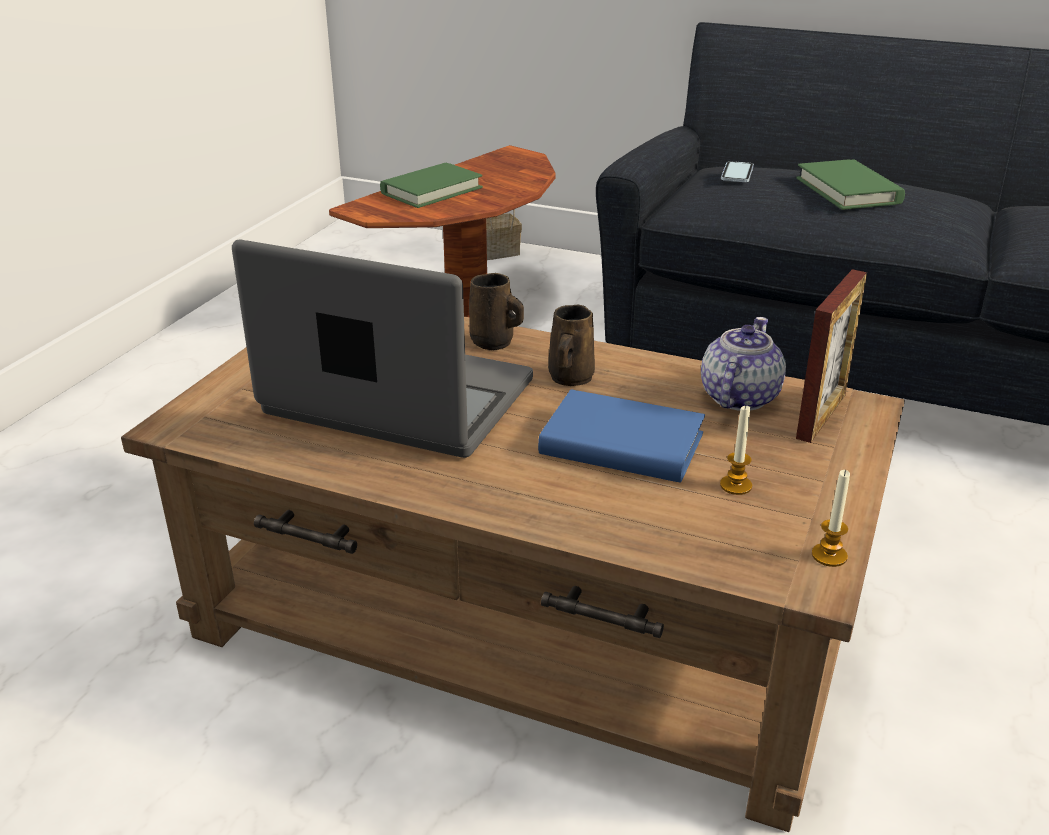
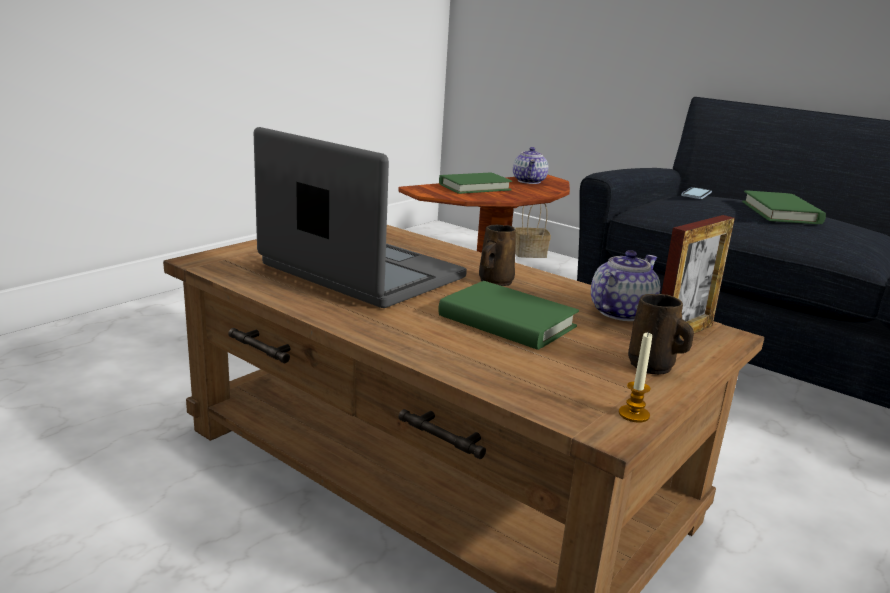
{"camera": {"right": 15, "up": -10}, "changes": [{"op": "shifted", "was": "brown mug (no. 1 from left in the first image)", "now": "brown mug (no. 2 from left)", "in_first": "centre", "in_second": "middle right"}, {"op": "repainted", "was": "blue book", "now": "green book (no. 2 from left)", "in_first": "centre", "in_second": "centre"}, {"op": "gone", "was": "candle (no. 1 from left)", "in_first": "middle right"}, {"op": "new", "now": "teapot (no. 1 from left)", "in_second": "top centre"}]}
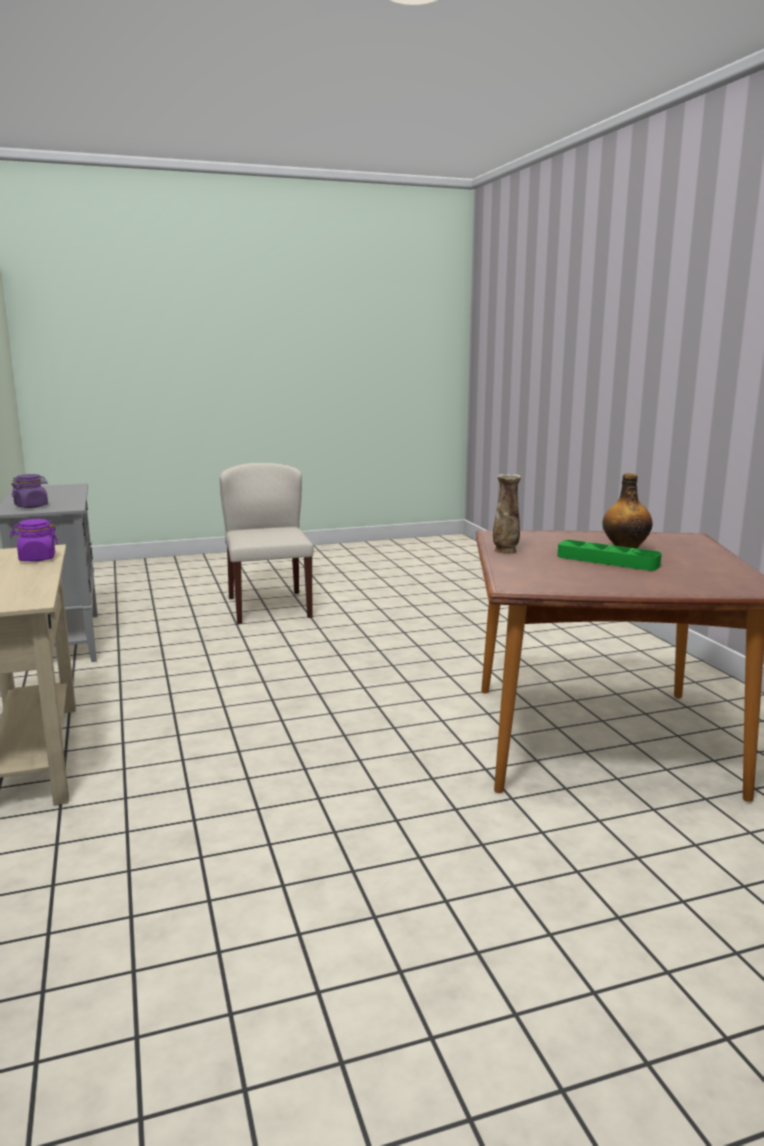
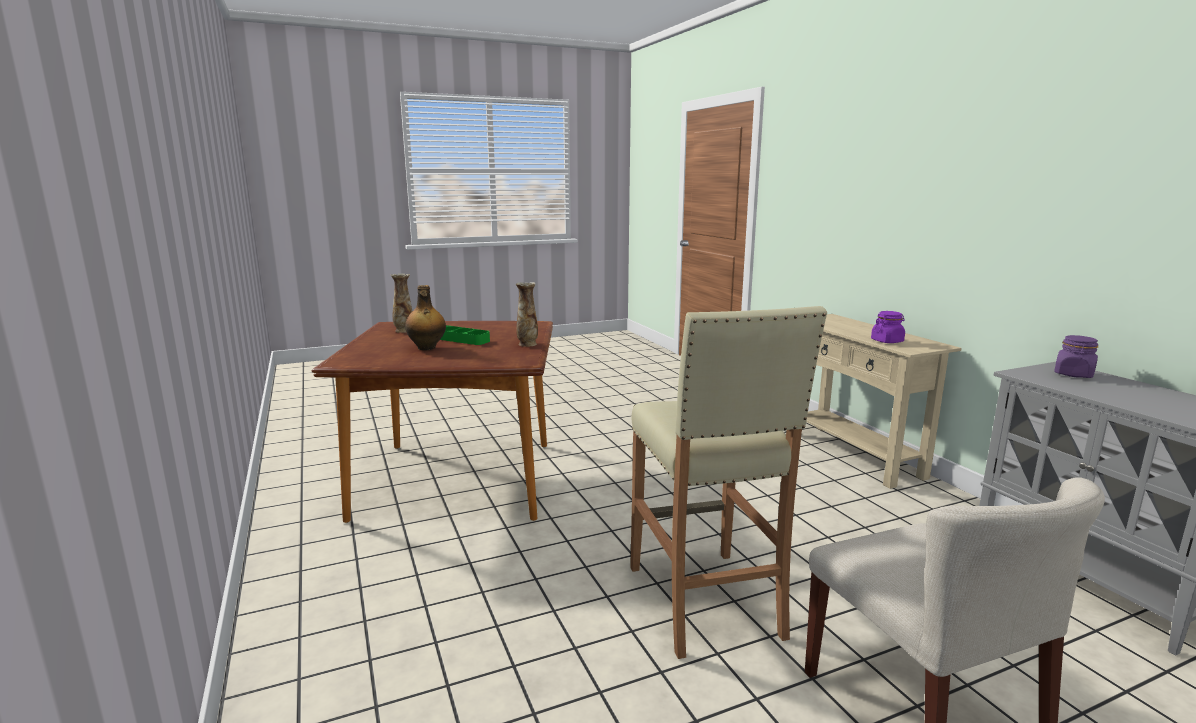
{"camera": {"right": 175, "up": 0}, "changes": [{"op": "new", "now": "vase (no. 1 from left)", "in_second": "centre"}, {"op": "new", "now": "beige stool", "in_second": "bottom centre"}]}
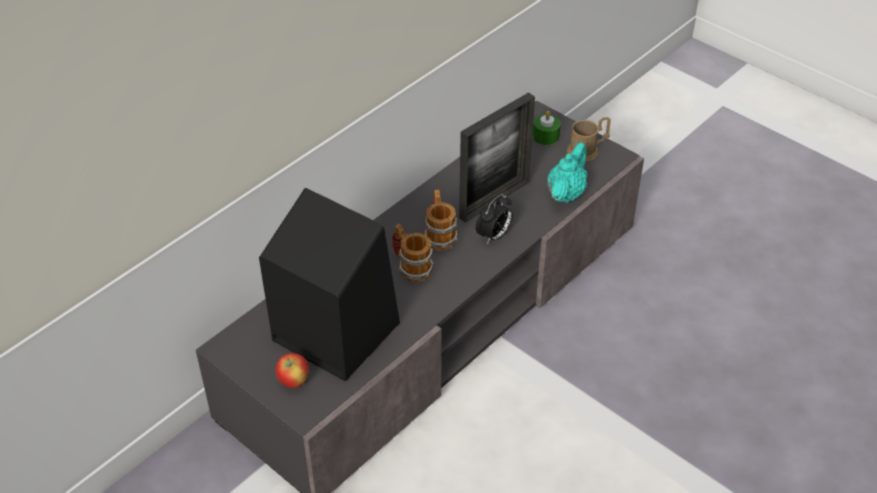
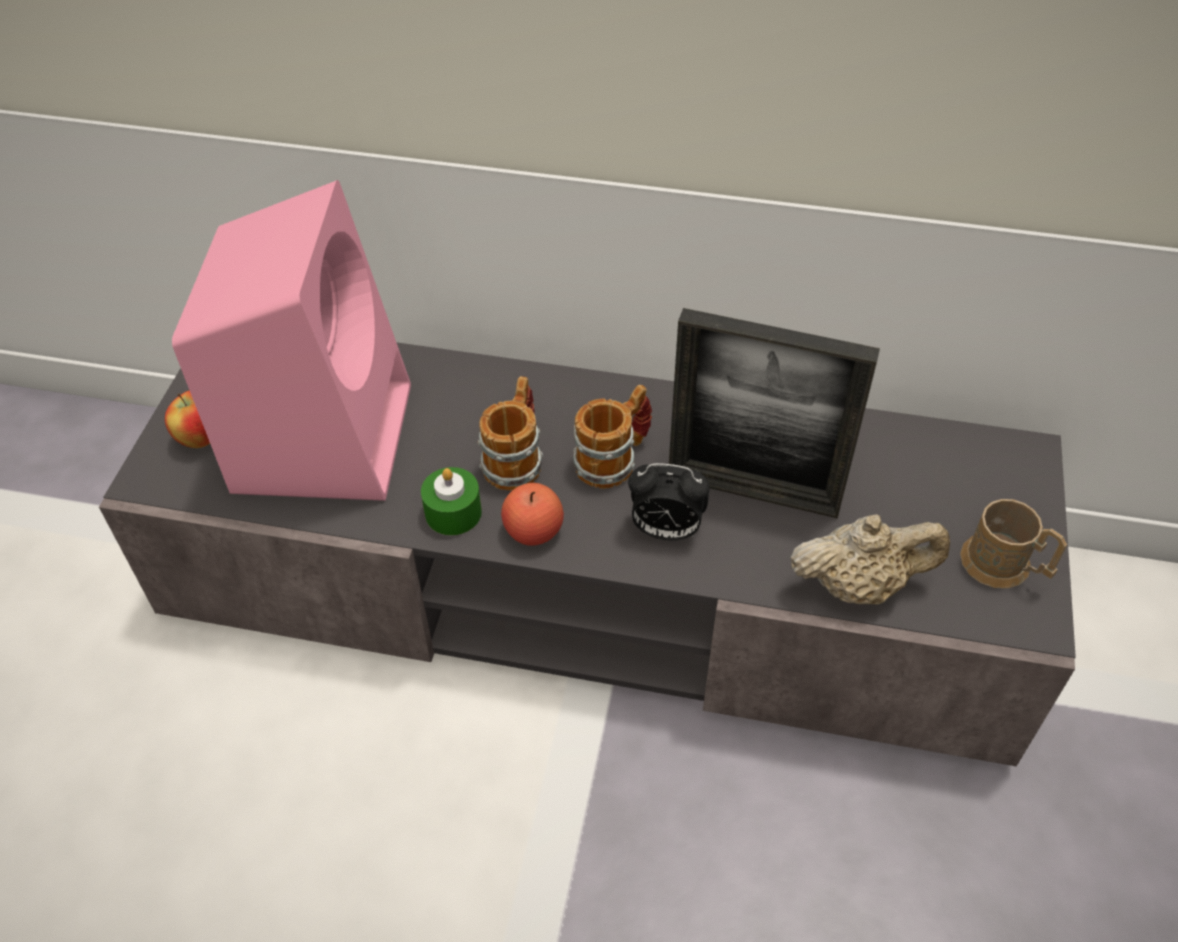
{"camera": {"right": 60, "up": 5}, "changes": [{"op": "shifted", "was": "green candle", "in_first": "top centre", "in_second": "centre"}, {"op": "repainted", "was": "turquoise teapot", "now": "beige teapot", "in_first": "centre", "in_second": "middle right"}, {"op": "repainted", "was": "black speaker", "now": "pink speaker", "in_first": "centre", "in_second": "middle left"}, {"op": "new", "now": "apple (no. 2 from left)", "in_second": "centre"}]}
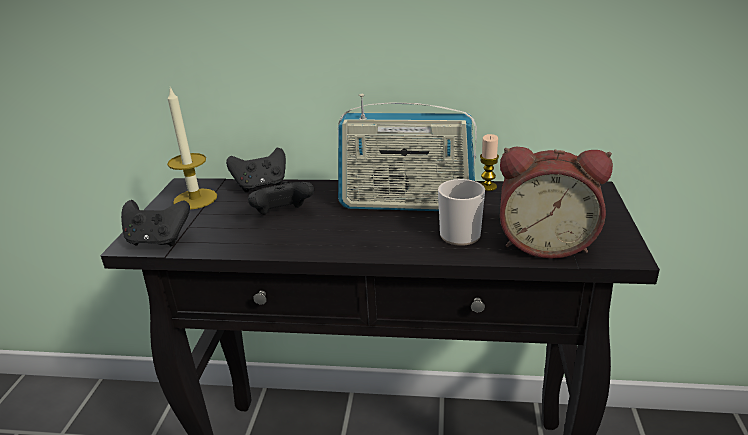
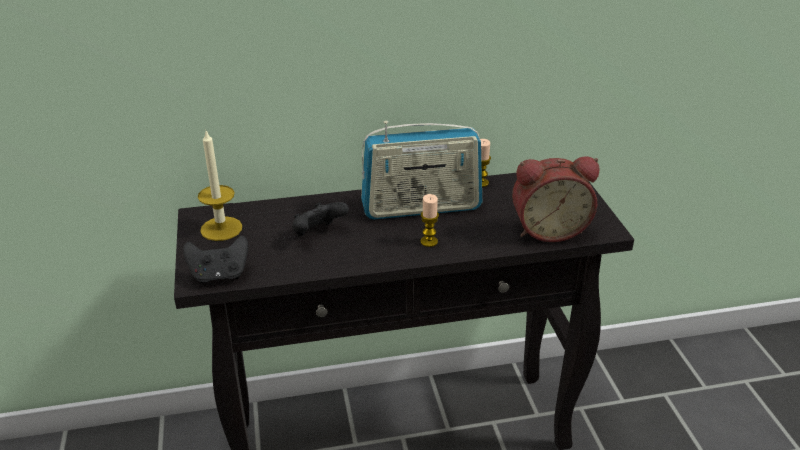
{"camera": {"right": -20, "up": 5}, "changes": [{"op": "gone", "was": "black game controller (no. 2 from left)", "in_first": "centre"}, {"op": "gone", "was": "mug", "in_first": "centre"}, {"op": "new", "now": "candle (no. 2 from left)", "in_second": "centre"}]}
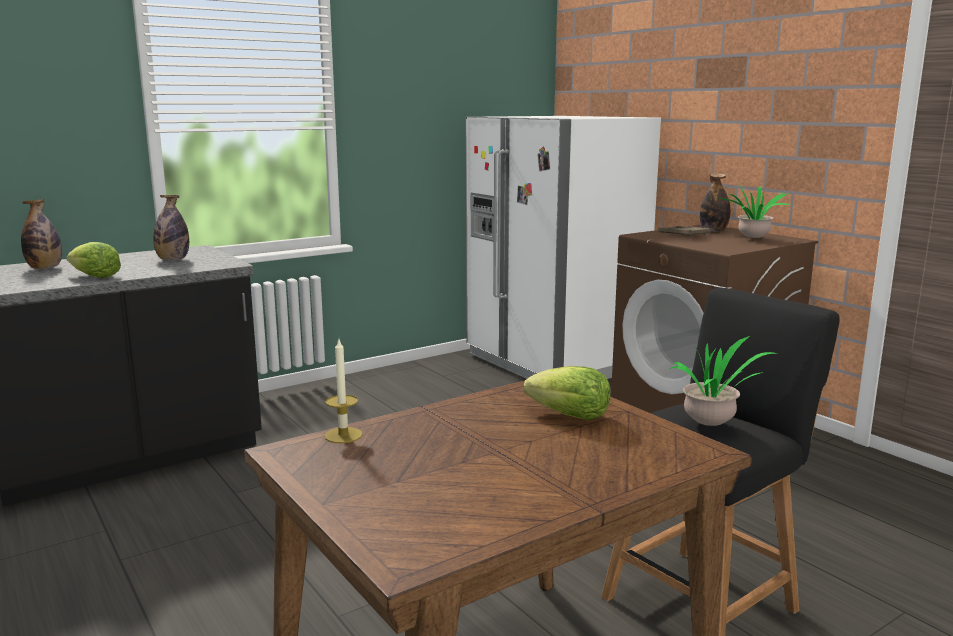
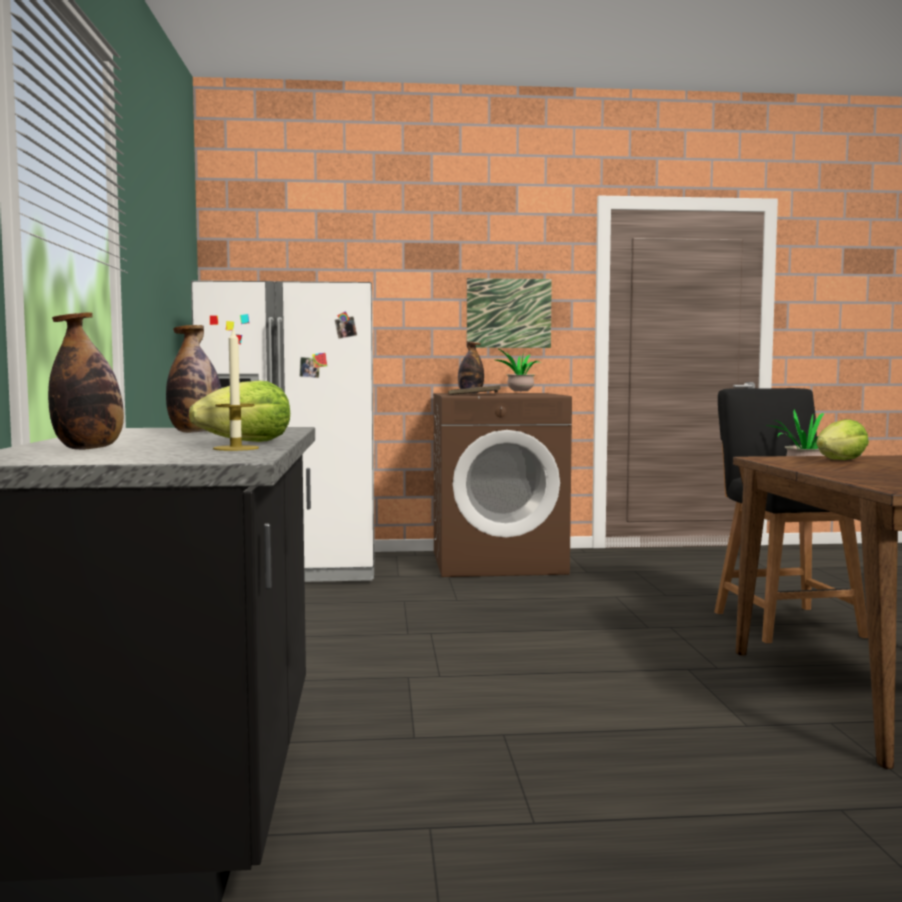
{"camera": {"right": -60, "up": -10}, "changes": [{"op": "shifted", "was": "candle", "in_first": "centre", "in_second": "middle left"}, {"op": "new", "now": "picture", "in_second": "centre"}]}
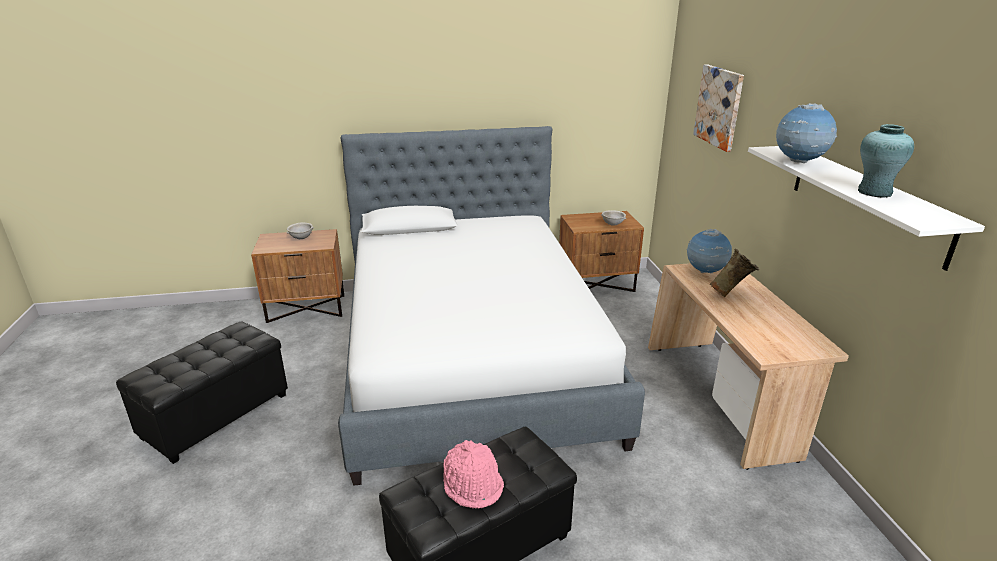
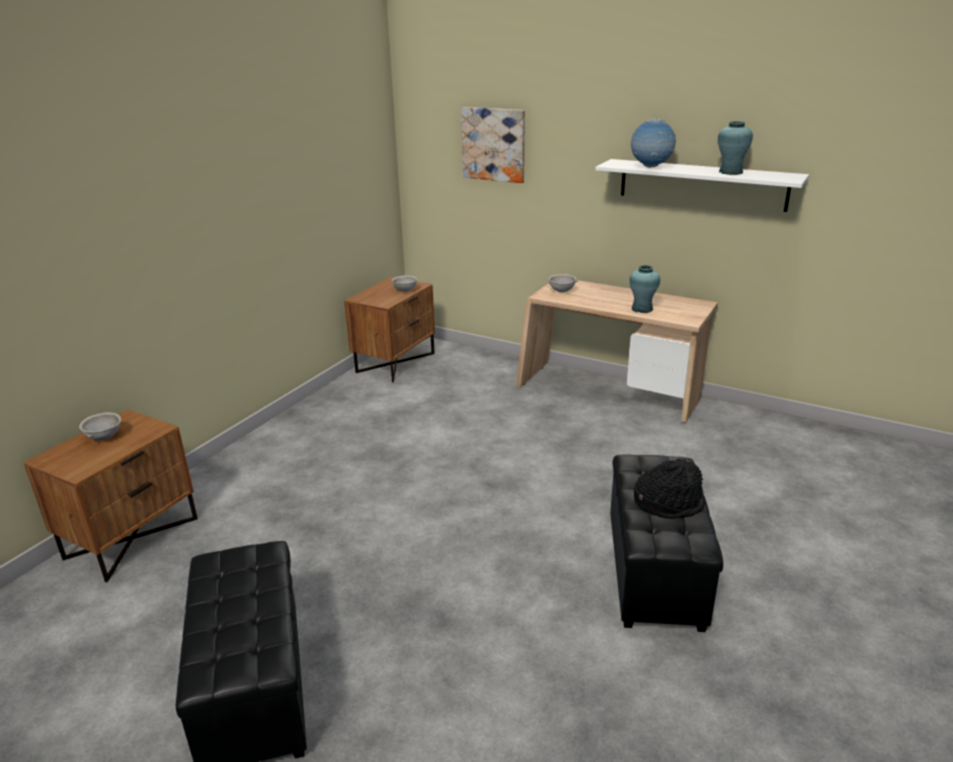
{"camera": {"right": -50, "up": 0}, "changes": [{"op": "gone", "was": "bed", "in_first": "centre"}, {"op": "swapped", "was": "globe (no. 1 from left)", "now": "grey bowl (no. 3 from left)", "in_first": "middle right", "in_second": "centre"}, {"op": "gone", "was": "beige vase", "in_first": "middle right"}, {"op": "repainted", "was": "pink hat", "now": "black hat", "in_first": "bottom centre", "in_second": "middle right"}, {"op": "new", "now": "turquoise vase (no. 1 from left)", "in_second": "middle right"}]}
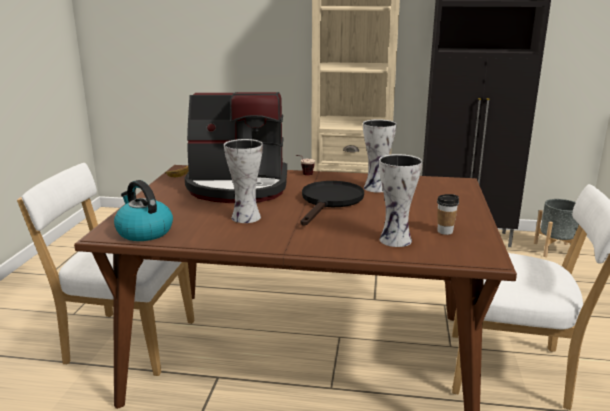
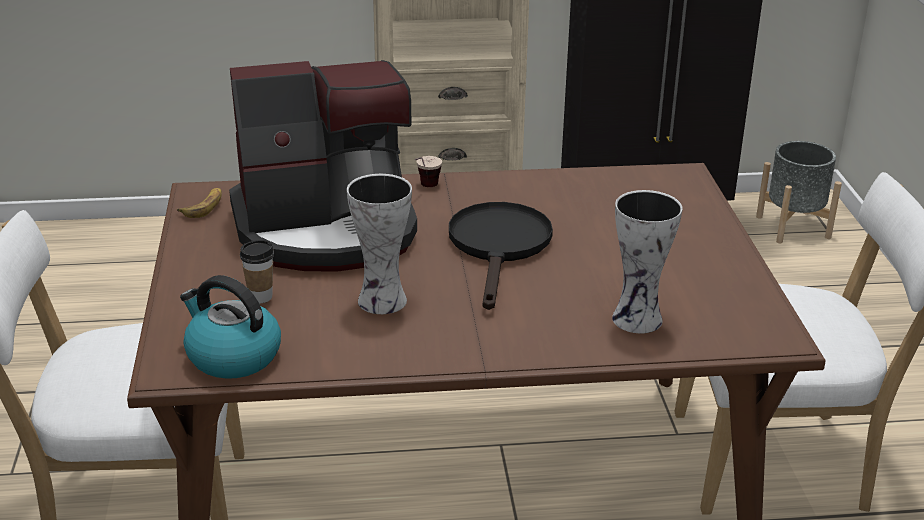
{"camera": {"right": -15, "up": 10}, "changes": [{"op": "gone", "was": "vase (no. 2 from left)", "in_first": "centre"}, {"op": "shifted", "was": "cup (no. 2 from left in the first image)", "now": "cup (no. 1 from left)", "in_first": "middle right", "in_second": "middle left"}]}
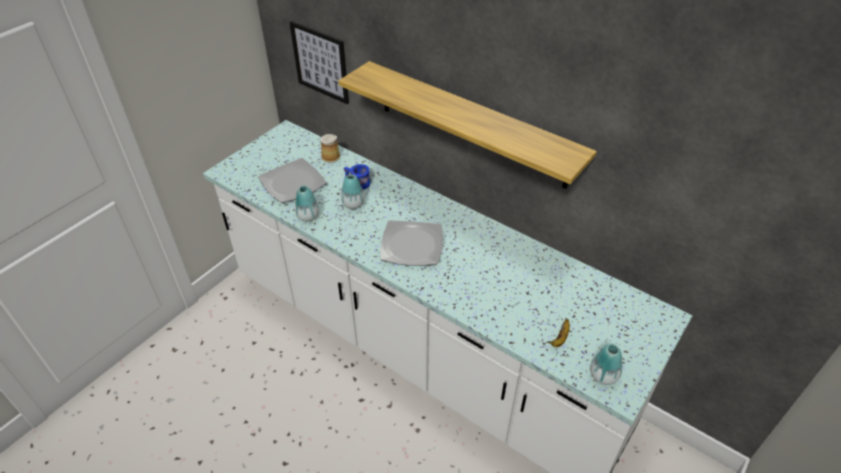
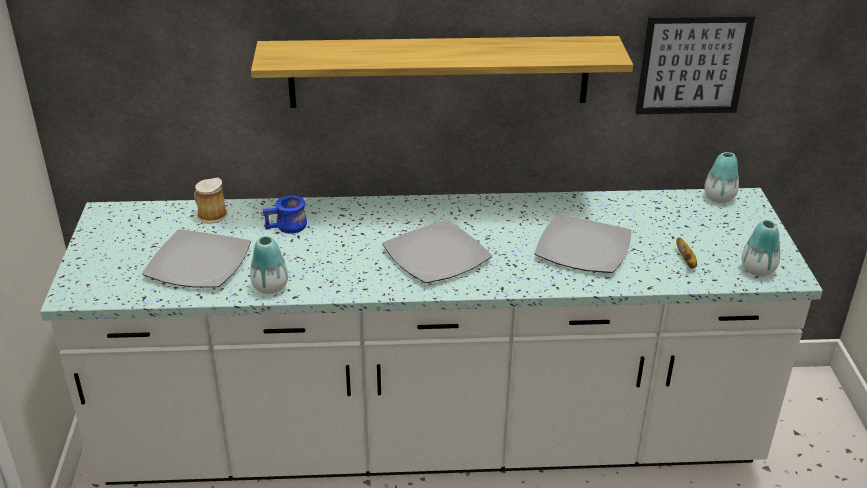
{"camera": {"right": -40, "up": -10}, "changes": [{"op": "shifted", "was": "picture", "in_first": "top centre", "in_second": "top right"}, {"op": "shifted", "was": "vase (no. 2 from left)", "in_first": "centre", "in_second": "middle right"}, {"op": "new", "now": "plate (no. 3 from left)", "in_second": "middle right"}]}
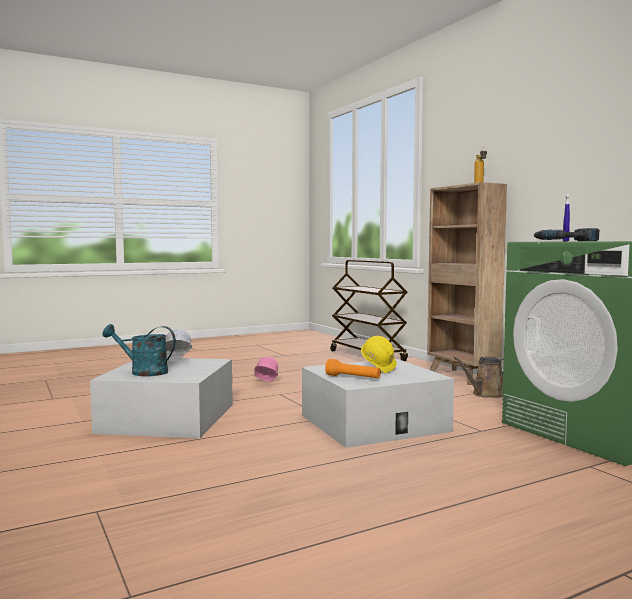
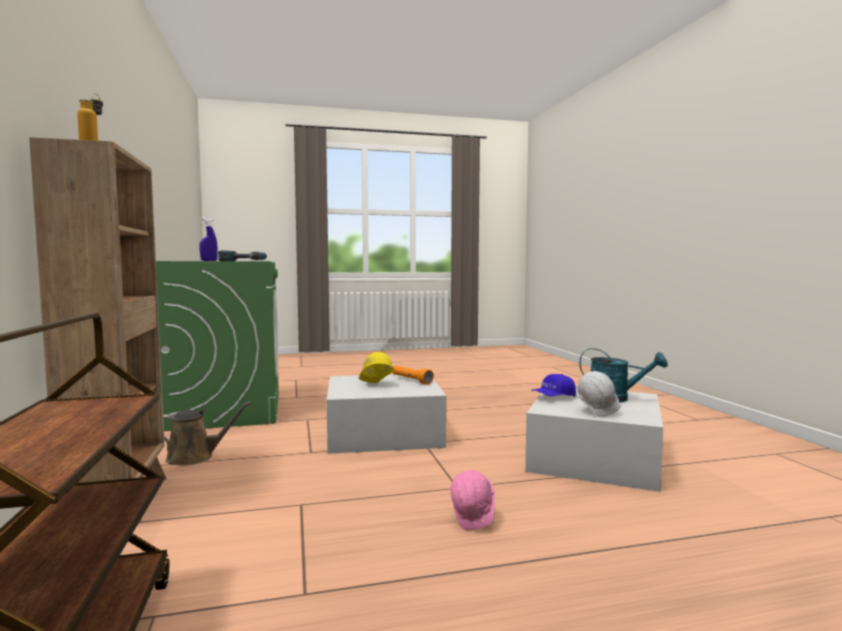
{"camera": {"right": -165, "up": 0}, "changes": [{"op": "new", "now": "blue cap", "in_second": "centre"}]}
